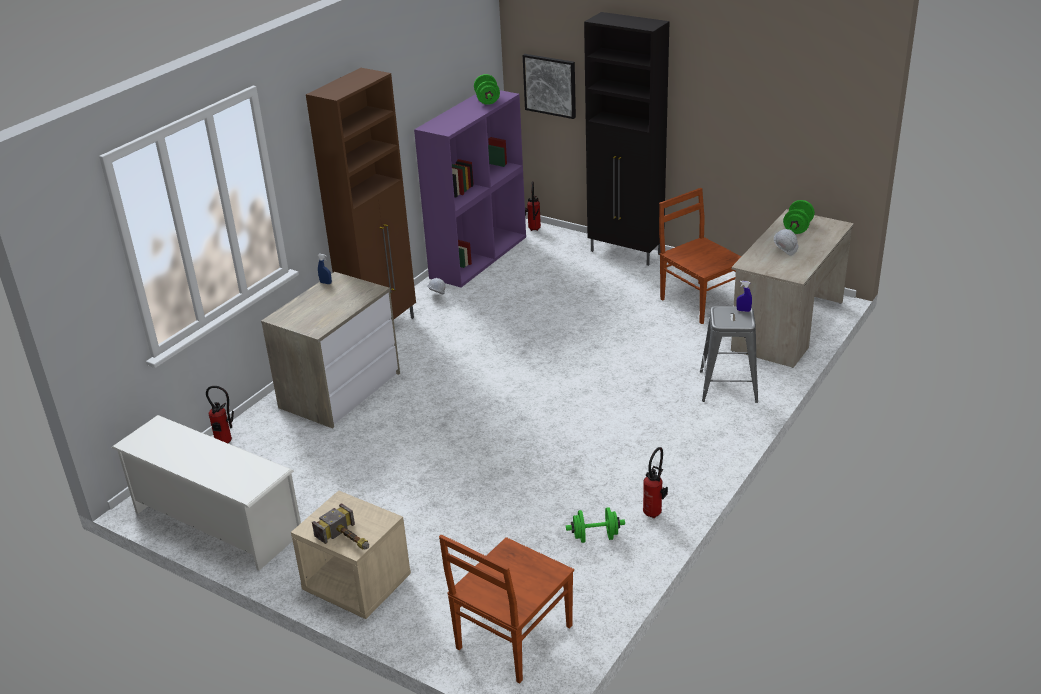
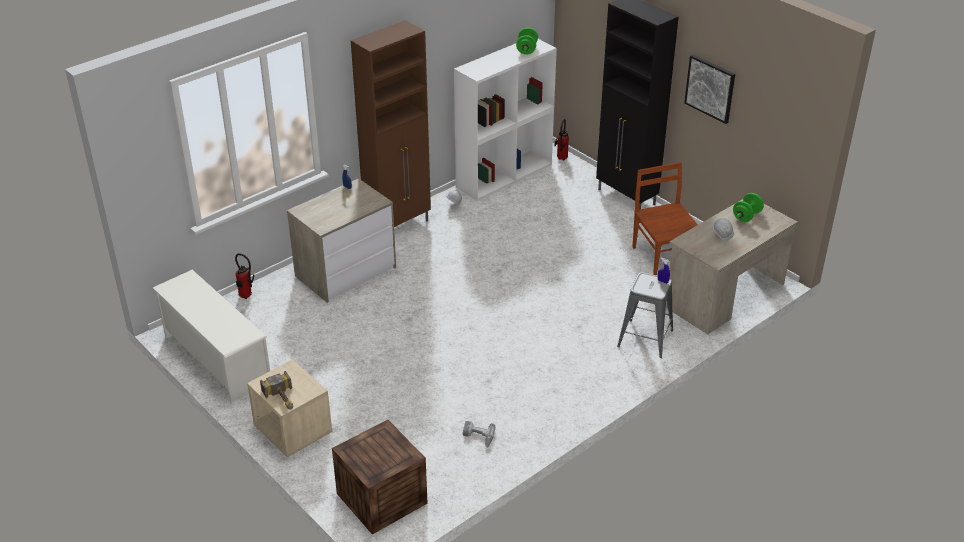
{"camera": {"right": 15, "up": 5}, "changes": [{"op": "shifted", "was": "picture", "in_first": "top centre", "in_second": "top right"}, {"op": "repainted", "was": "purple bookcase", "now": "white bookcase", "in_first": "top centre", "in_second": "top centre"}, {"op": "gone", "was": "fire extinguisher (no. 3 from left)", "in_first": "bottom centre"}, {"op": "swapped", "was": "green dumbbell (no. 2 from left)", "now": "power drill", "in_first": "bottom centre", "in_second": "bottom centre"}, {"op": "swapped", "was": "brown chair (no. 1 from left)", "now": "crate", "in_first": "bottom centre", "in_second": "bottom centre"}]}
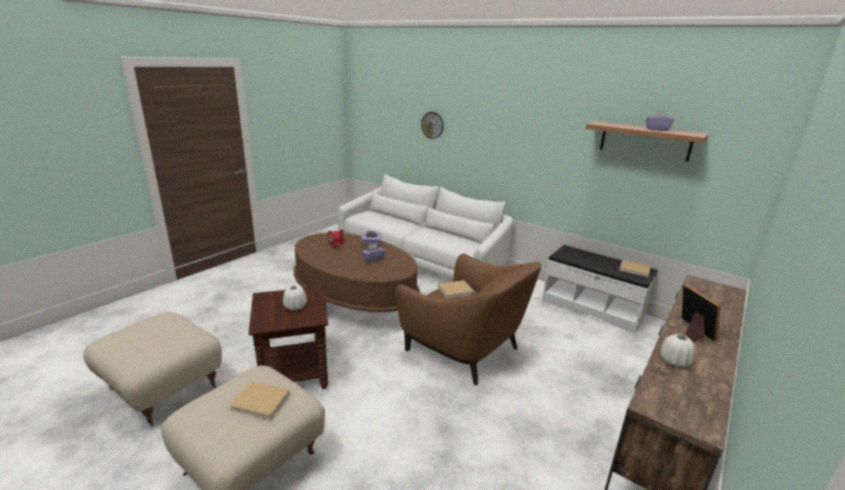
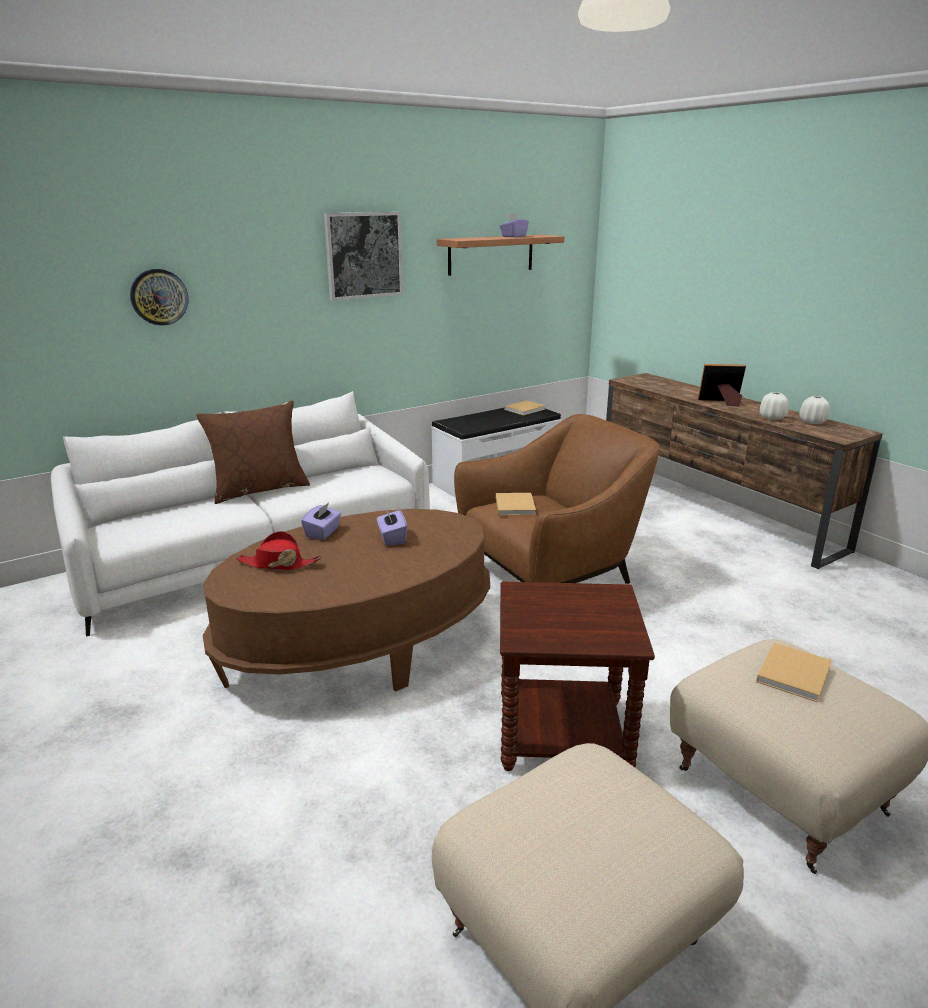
{"camera": {"right": -70, "up": 0}, "changes": [{"op": "shifted", "was": "white vase (no. 1 from left in the first image)", "now": "white vase (no. 2 from left)", "in_first": "centre", "in_second": "middle right"}, {"op": "new", "now": "picture", "in_second": "top centre"}, {"op": "new", "now": "brown pillow", "in_second": "middle left"}]}
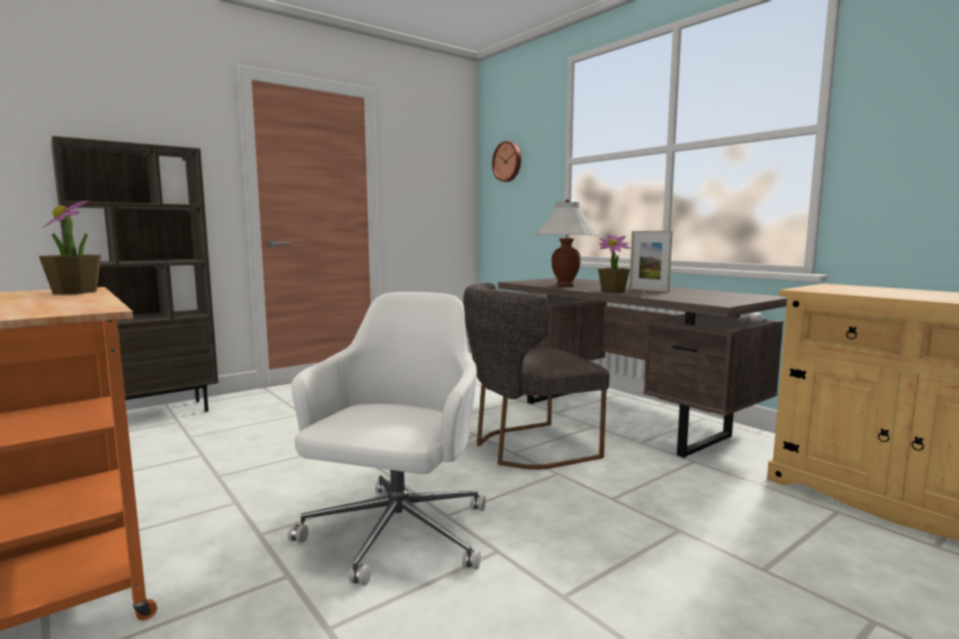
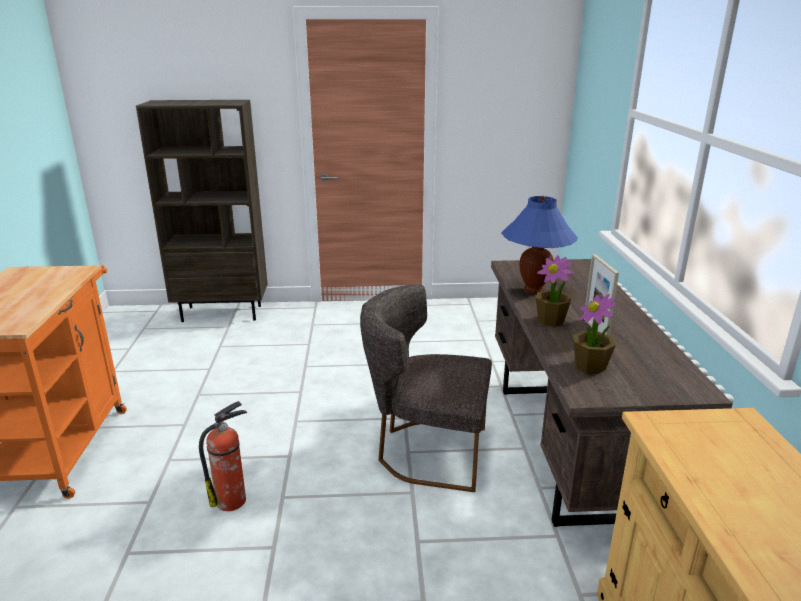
{"camera": {"right": 35, "up": 15}, "changes": [{"op": "gone", "was": "wall clock", "in_first": "top centre"}, {"op": "repainted", "was": "white table lamp", "now": "blue table lamp", "in_first": "centre", "in_second": "middle right"}, {"op": "shifted", "was": "potted plant (no. 1 from left in the first image)", "now": "potted plant (no. 2 from left)", "in_first": "middle left", "in_second": "middle right"}, {"op": "swapped", "was": "white office chair", "now": "fire extinguisher", "in_first": "bottom centre", "in_second": "bottom left"}]}
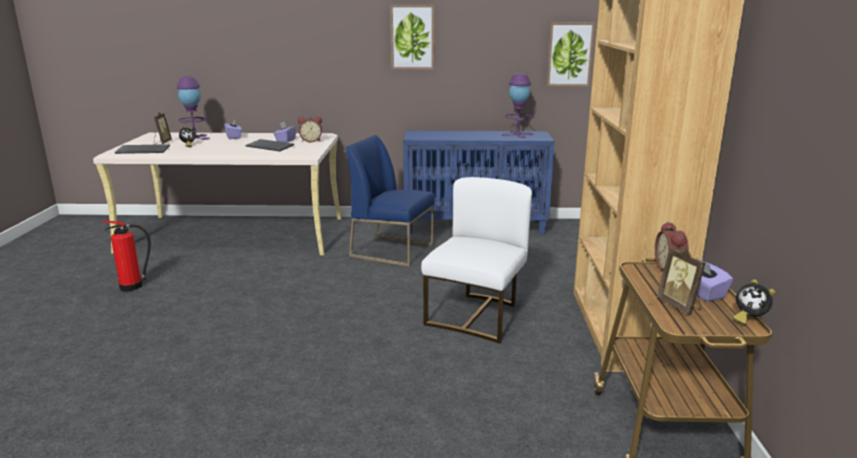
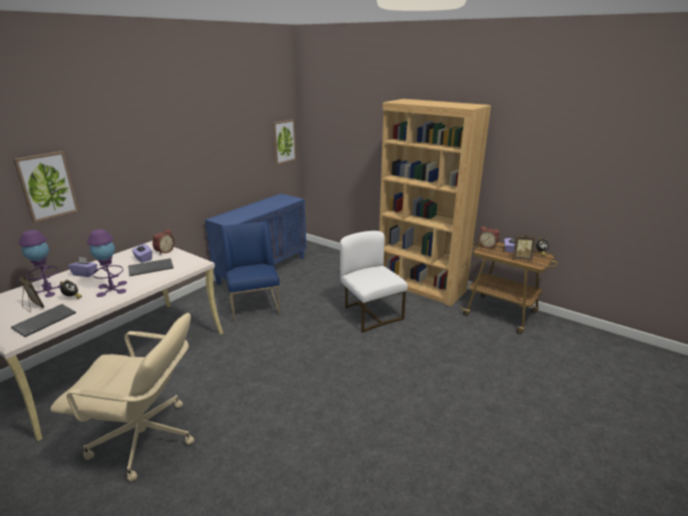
{"camera": {"right": -55, "up": 5}, "changes": [{"op": "shifted", "was": "picture (no. 1 from left)", "in_first": "top centre", "in_second": "middle left"}, {"op": "shifted", "was": "purple table lamp (no. 2 from left)", "in_first": "top centre", "in_second": "middle left"}, {"op": "rotated", "was": "blue chair", "in_first": "centre", "in_second": "centre", "clockwise": 105}, {"op": "swapped", "was": "fire extinguisher", "now": "beige office chair", "in_first": "middle left", "in_second": "bottom left"}]}
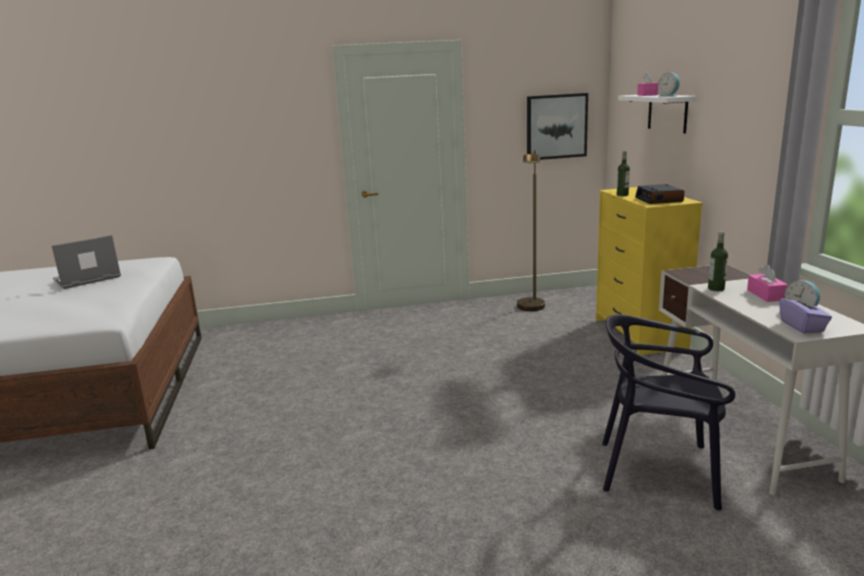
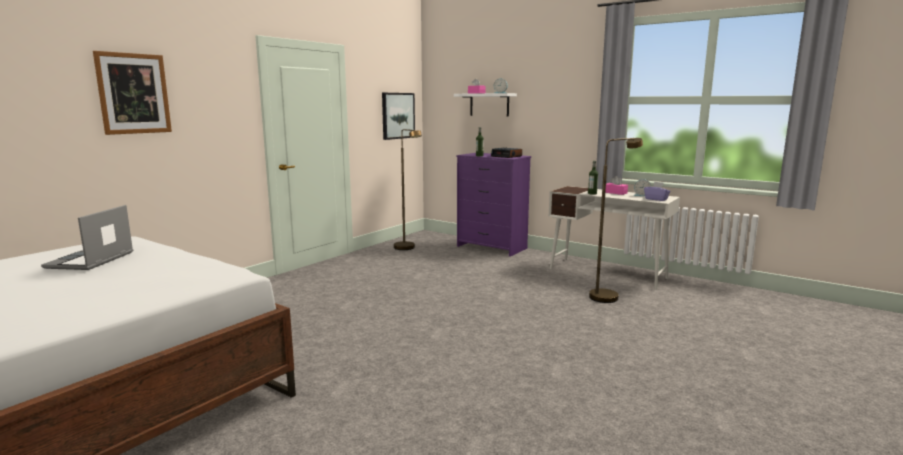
{"camera": {"right": -45, "up": -5}, "changes": [{"op": "repainted", "was": "yellow dresser", "now": "purple dresser", "in_first": "middle right", "in_second": "centre"}, {"op": "swapped", "was": "black chair", "now": "brown floor lamp (no. 2 from left)", "in_first": "bottom right", "in_second": "middle right"}, {"op": "new", "now": "picture (no. 1 from left)", "in_second": "top left"}]}
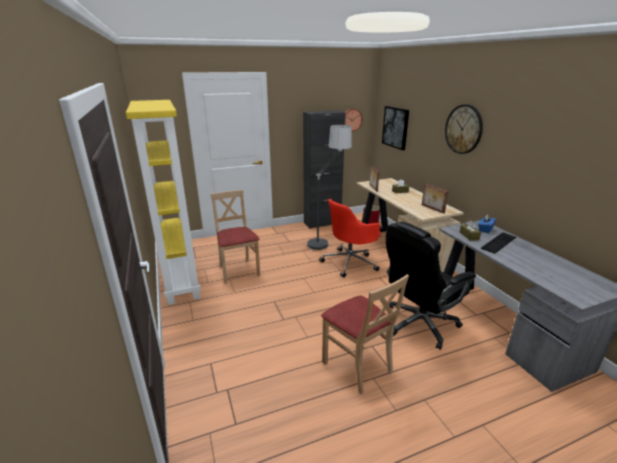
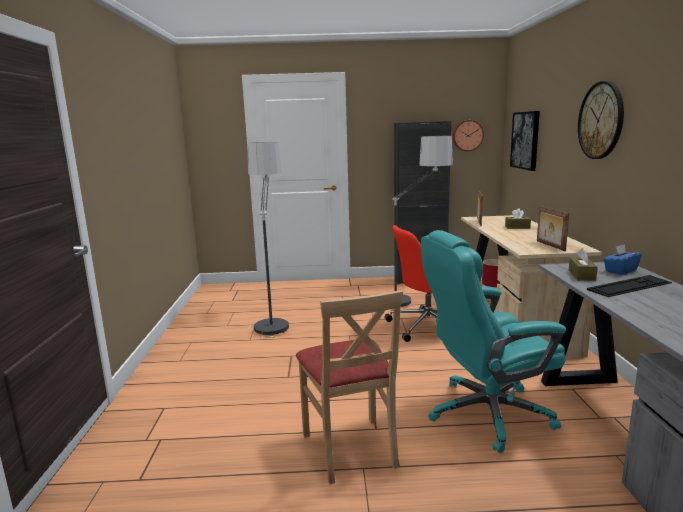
{"camera": {"right": 20, "up": -10}, "changes": [{"op": "gone", "was": "yellow bookcase", "in_first": "middle left"}, {"op": "swapped", "was": "beige chair (no. 1 from left)", "now": "floor lamp (no. 1 from left)", "in_first": "centre", "in_second": "centre"}, {"op": "repainted", "was": "black office chair", "now": "turquoise office chair", "in_first": "middle right", "in_second": "middle right"}]}
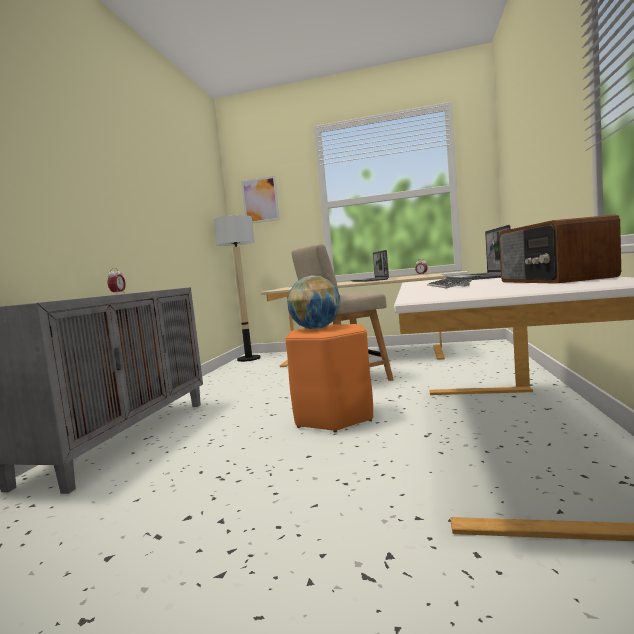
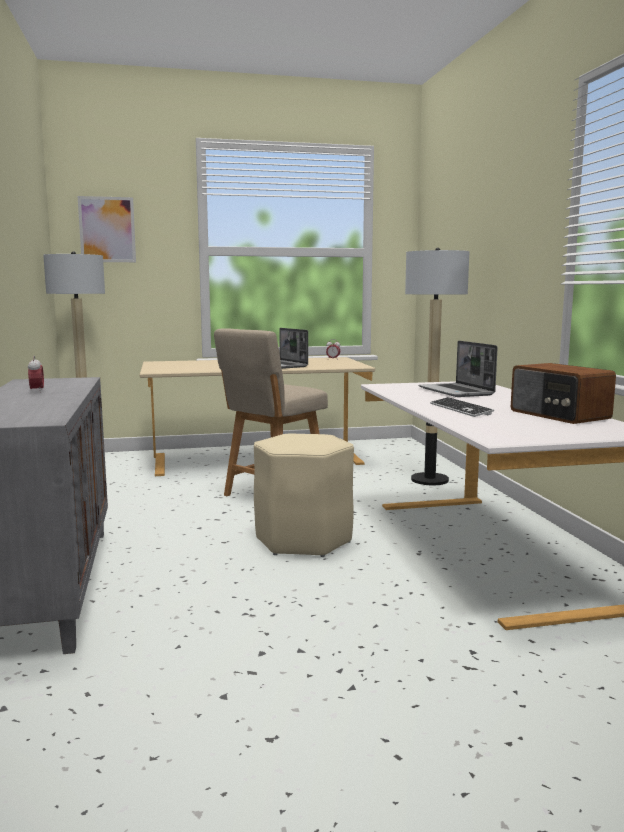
{"camera": {"right": -25, "up": 5}, "changes": [{"op": "gone", "was": "globe", "in_first": "centre"}, {"op": "repainted", "was": "orange stool", "now": "beige stool", "in_first": "centre", "in_second": "centre"}, {"op": "new", "now": "floor lamp (no. 2 from left)", "in_second": "middle right"}]}
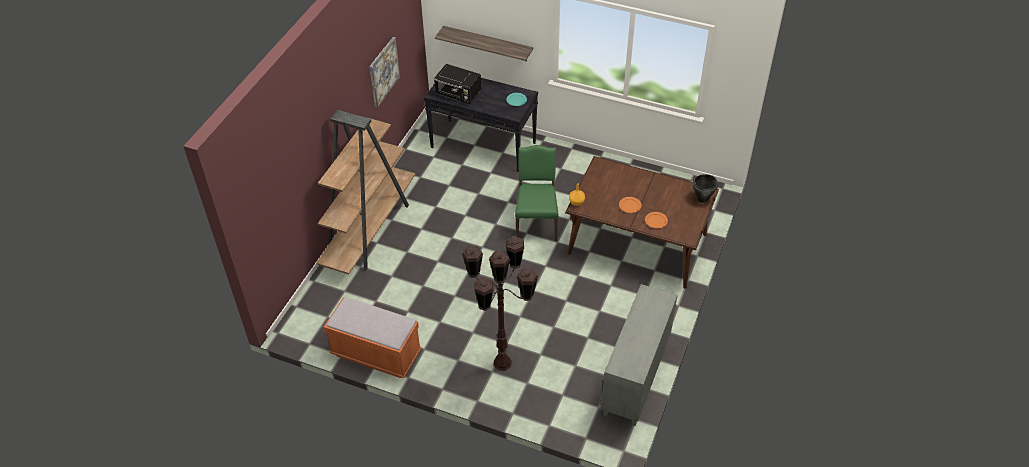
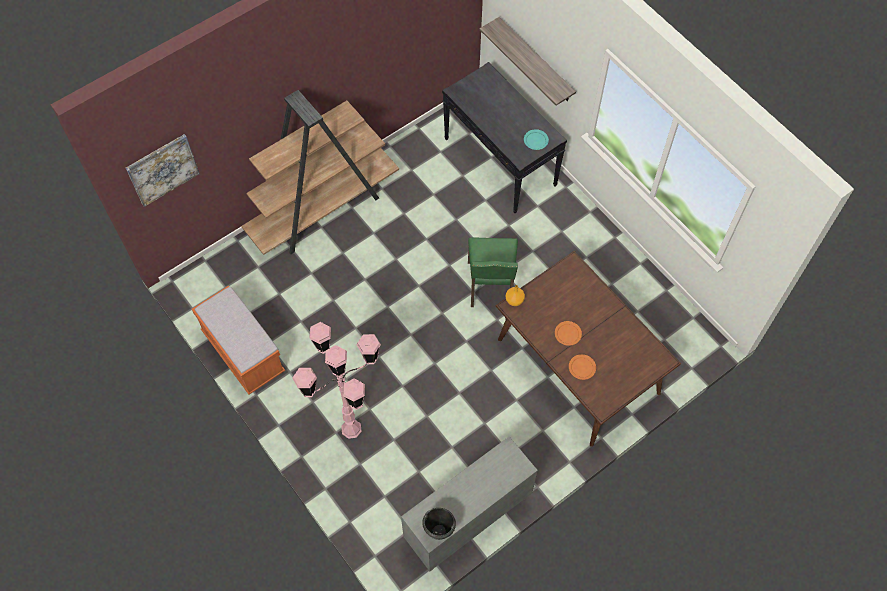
{"camera": {"right": 30, "up": 15}, "changes": [{"op": "shifted", "was": "picture", "in_first": "top centre", "in_second": "top left"}, {"op": "gone", "was": "black microwave", "in_first": "top centre"}, {"op": "rotated", "was": "green chair", "in_first": "centre", "in_second": "centre", "clockwise": 150}, {"op": "shifted", "was": "black cooking pot", "in_first": "middle right", "in_second": "bottom centre"}, {"op": "repainted", "was": "brown floor lamp", "now": "pink floor lamp", "in_first": "centre", "in_second": "centre"}]}
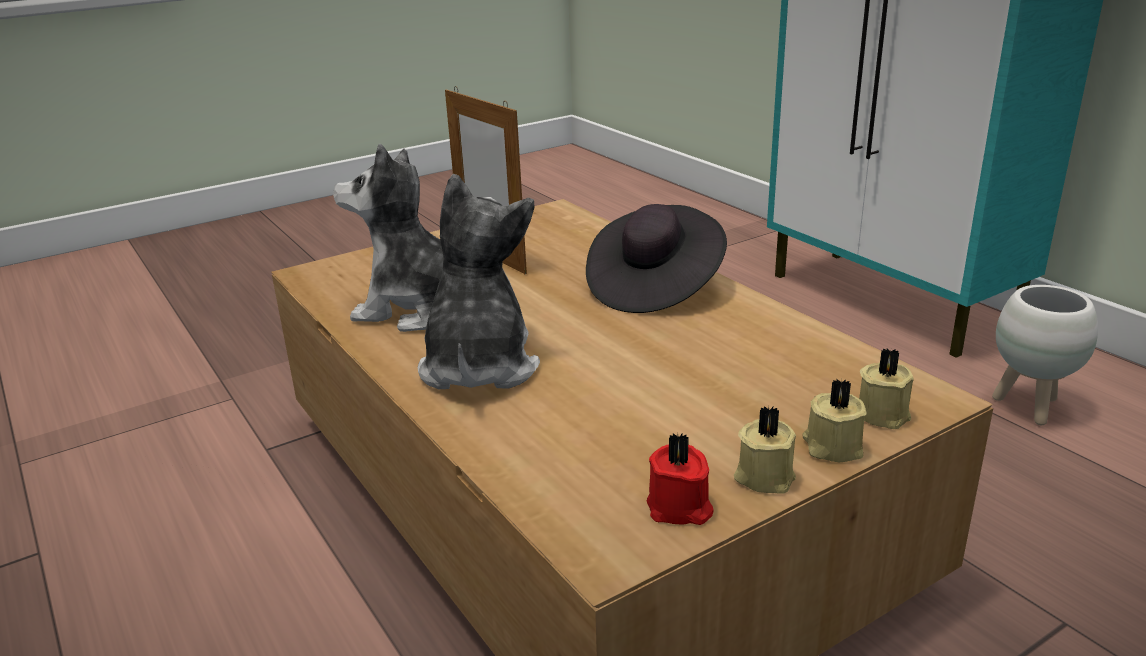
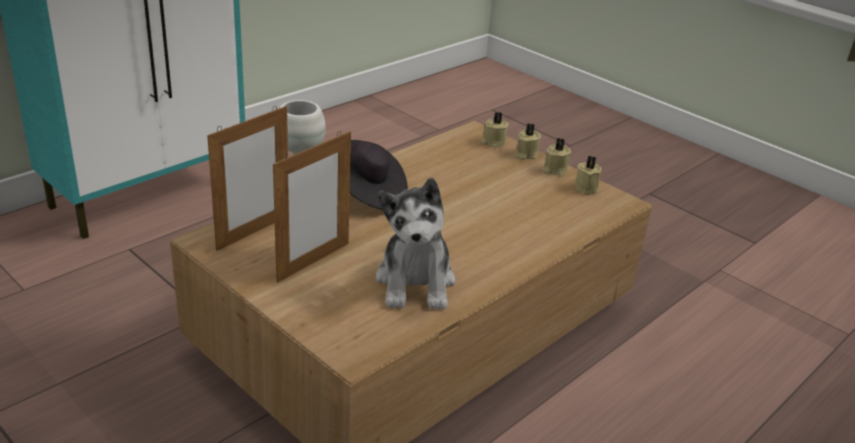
{"camera": {"right": -105, "up": 5}, "changes": [{"op": "gone", "was": "plush toy (no. 2 from left)", "in_first": "centre"}, {"op": "repainted", "was": "red candle", "now": "beige candle (no. 4 from left)", "in_first": "bottom centre", "in_second": "middle right"}, {"op": "new", "now": "picture frame (no. 1 from left)", "in_second": "middle left"}]}
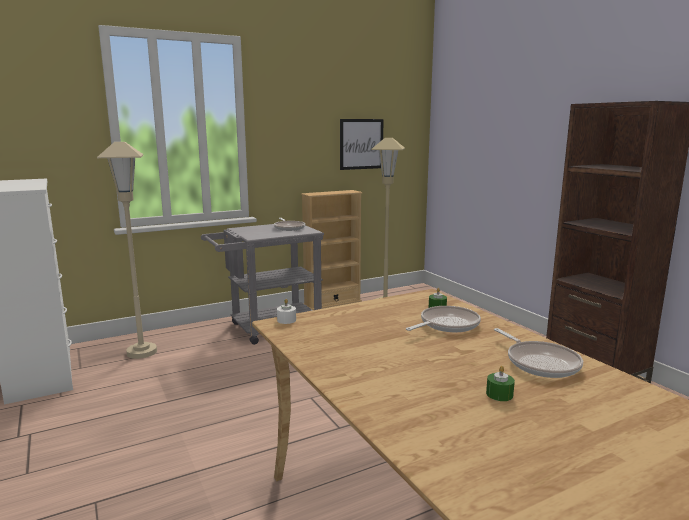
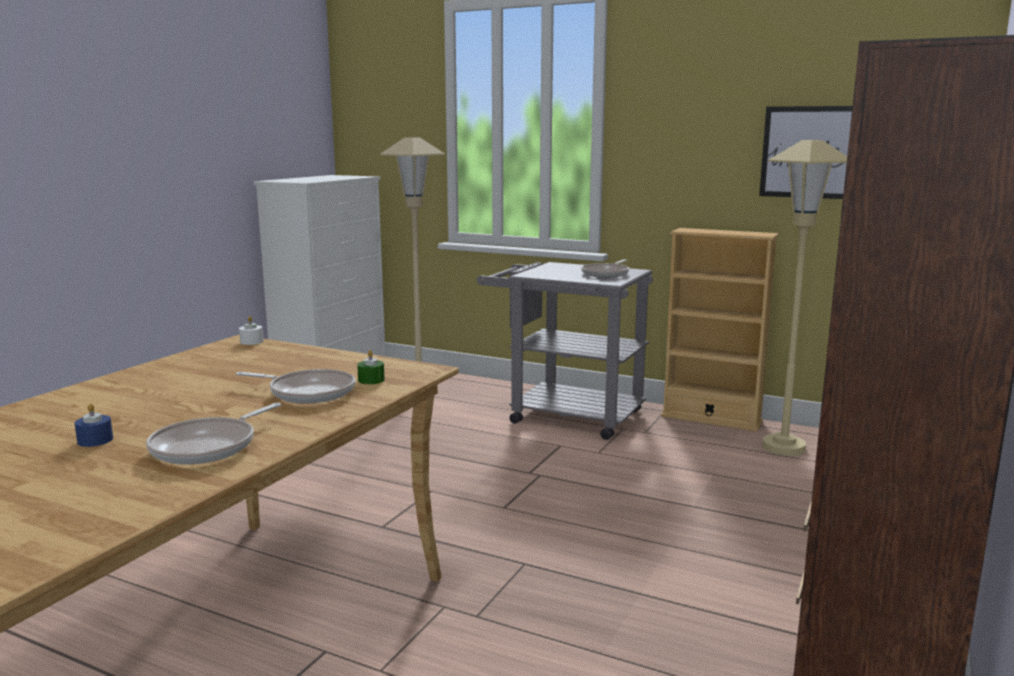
{"camera": {"right": 55, "up": 0}, "changes": [{"op": "repainted", "was": "green candle (no. 2 from left)", "now": "blue candle", "in_first": "bottom right", "in_second": "middle left"}]}
